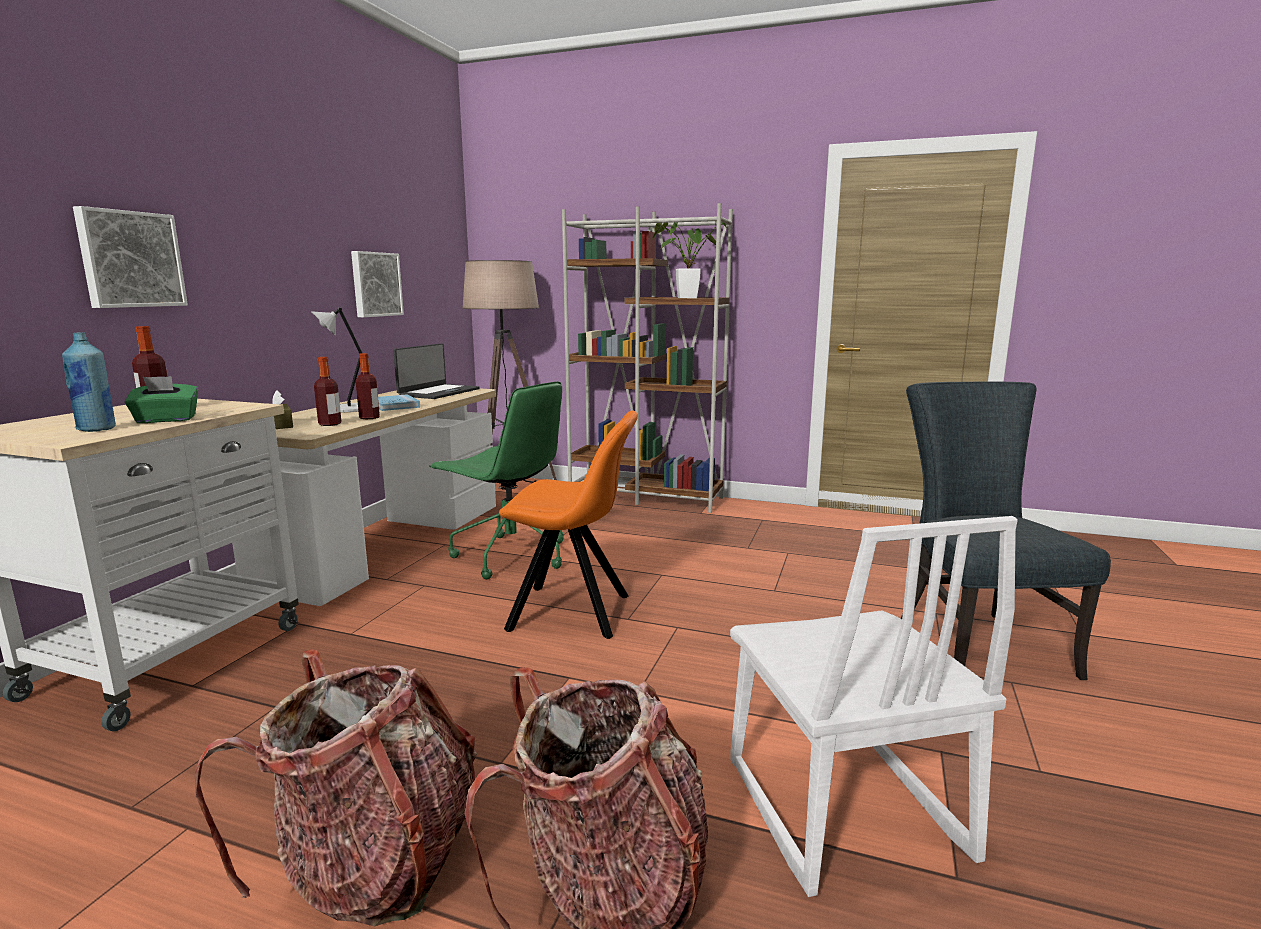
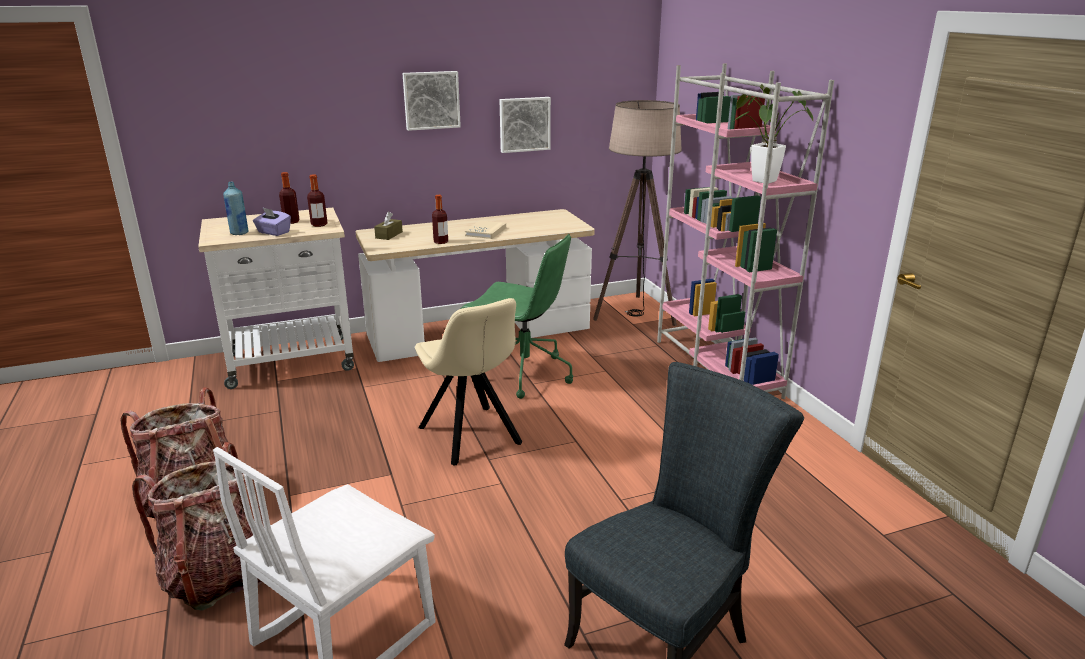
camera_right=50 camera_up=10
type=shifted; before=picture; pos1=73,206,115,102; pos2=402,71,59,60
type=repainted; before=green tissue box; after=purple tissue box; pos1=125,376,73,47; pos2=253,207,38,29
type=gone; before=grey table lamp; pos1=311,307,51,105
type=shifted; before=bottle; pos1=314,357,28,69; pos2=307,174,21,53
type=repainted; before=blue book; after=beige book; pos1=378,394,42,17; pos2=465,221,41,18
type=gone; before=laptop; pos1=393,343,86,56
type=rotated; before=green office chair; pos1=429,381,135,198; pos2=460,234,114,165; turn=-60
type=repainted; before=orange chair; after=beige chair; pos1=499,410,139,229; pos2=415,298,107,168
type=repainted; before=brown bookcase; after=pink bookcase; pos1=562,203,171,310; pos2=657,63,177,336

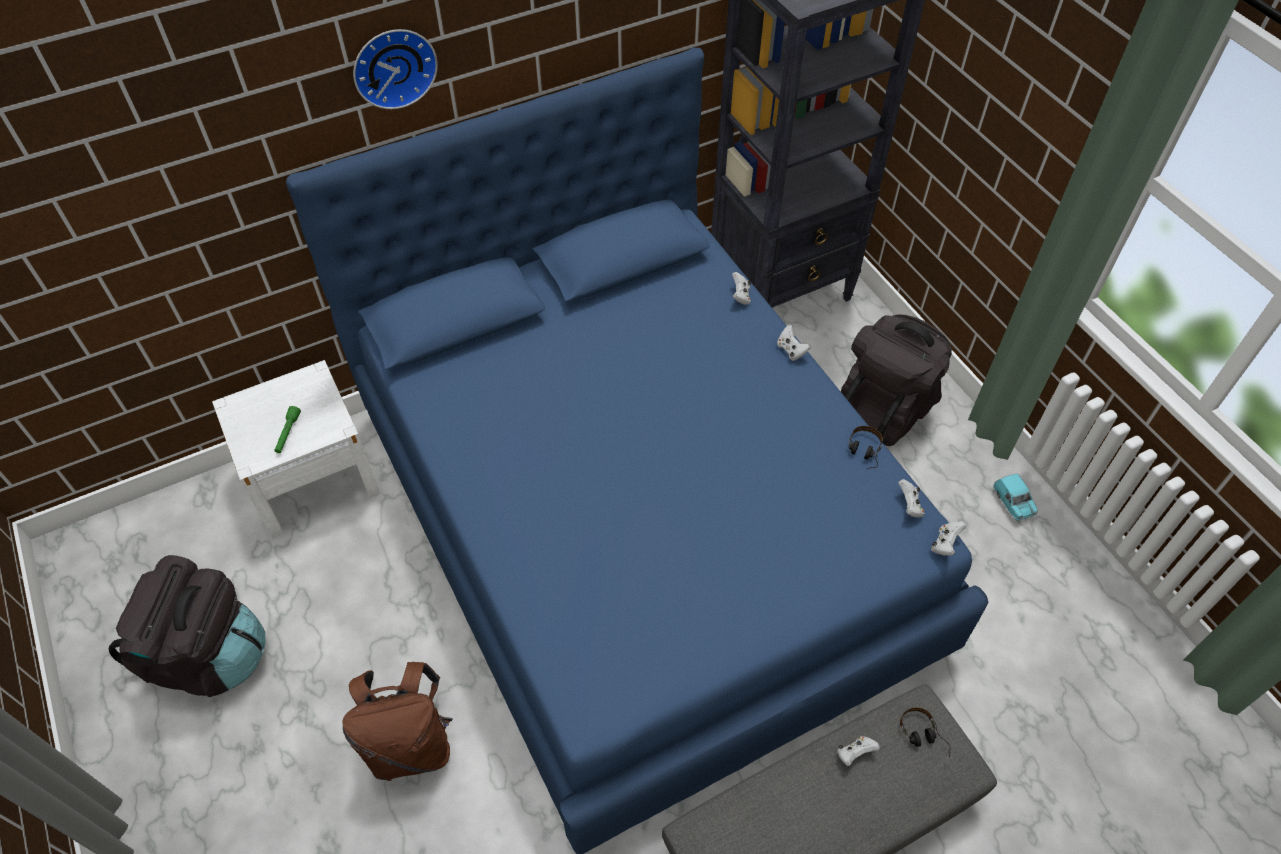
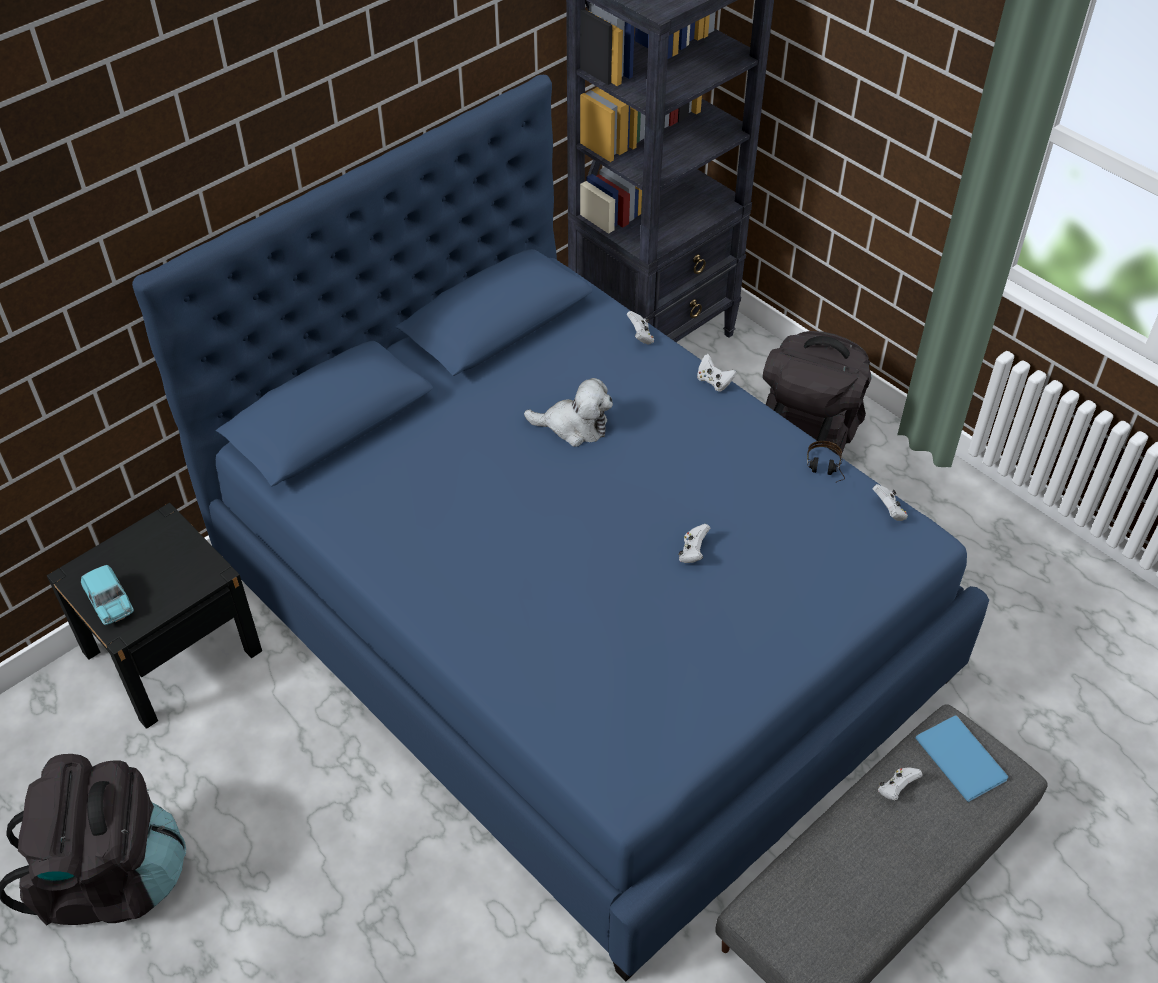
camera_right=-15 camera_up=-5
type=repainted; before=white nightstand; after=black nightstand; pos1=212,360,168,178; pos2=47,503,215,226
type=gone; before=green flashlight; pos1=274,406,27,47
type=gone; before=brown backpack; pos1=343,662,110,119
type=gone; before=wall clock; pos1=353,29,85,80
type=swapped; before=headphones; after=blue book; pos1=900,707,50,51; pos2=915,716,93,86
type=shifted; before=white game controller; pos1=931,522,36,33; pos2=679,524,31,39
type=shifted; before=turquoise toy car; pos1=993,474,45,47; pos2=81,565,53,60
type=new; after=plush toy; pos2=524,378,89,69

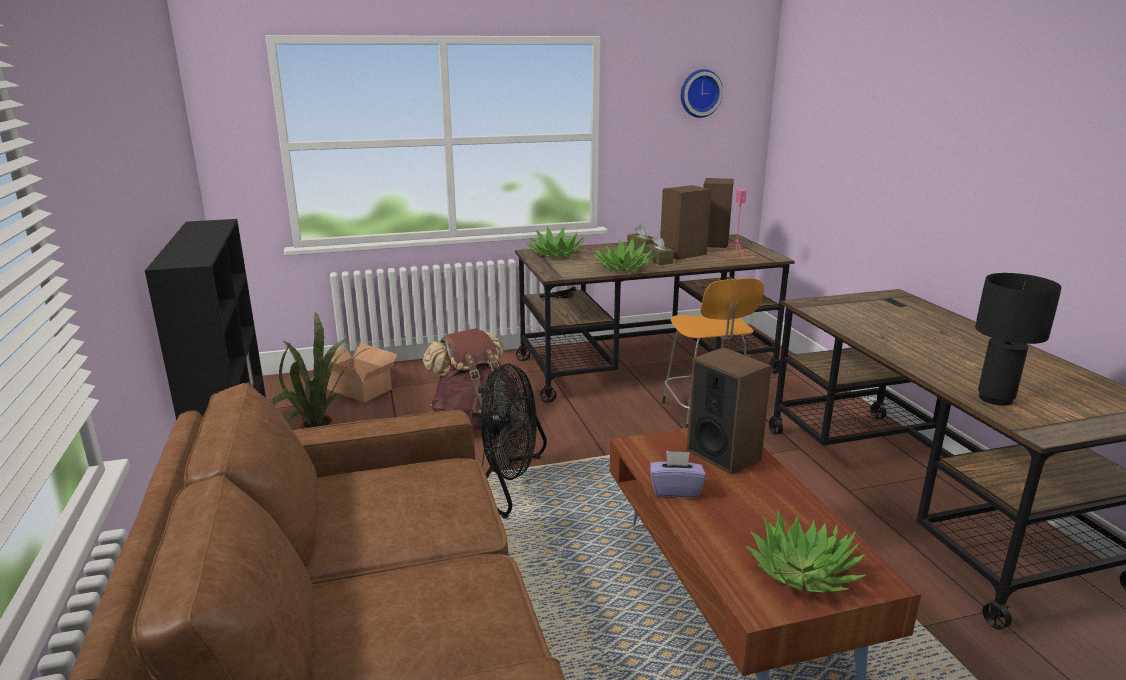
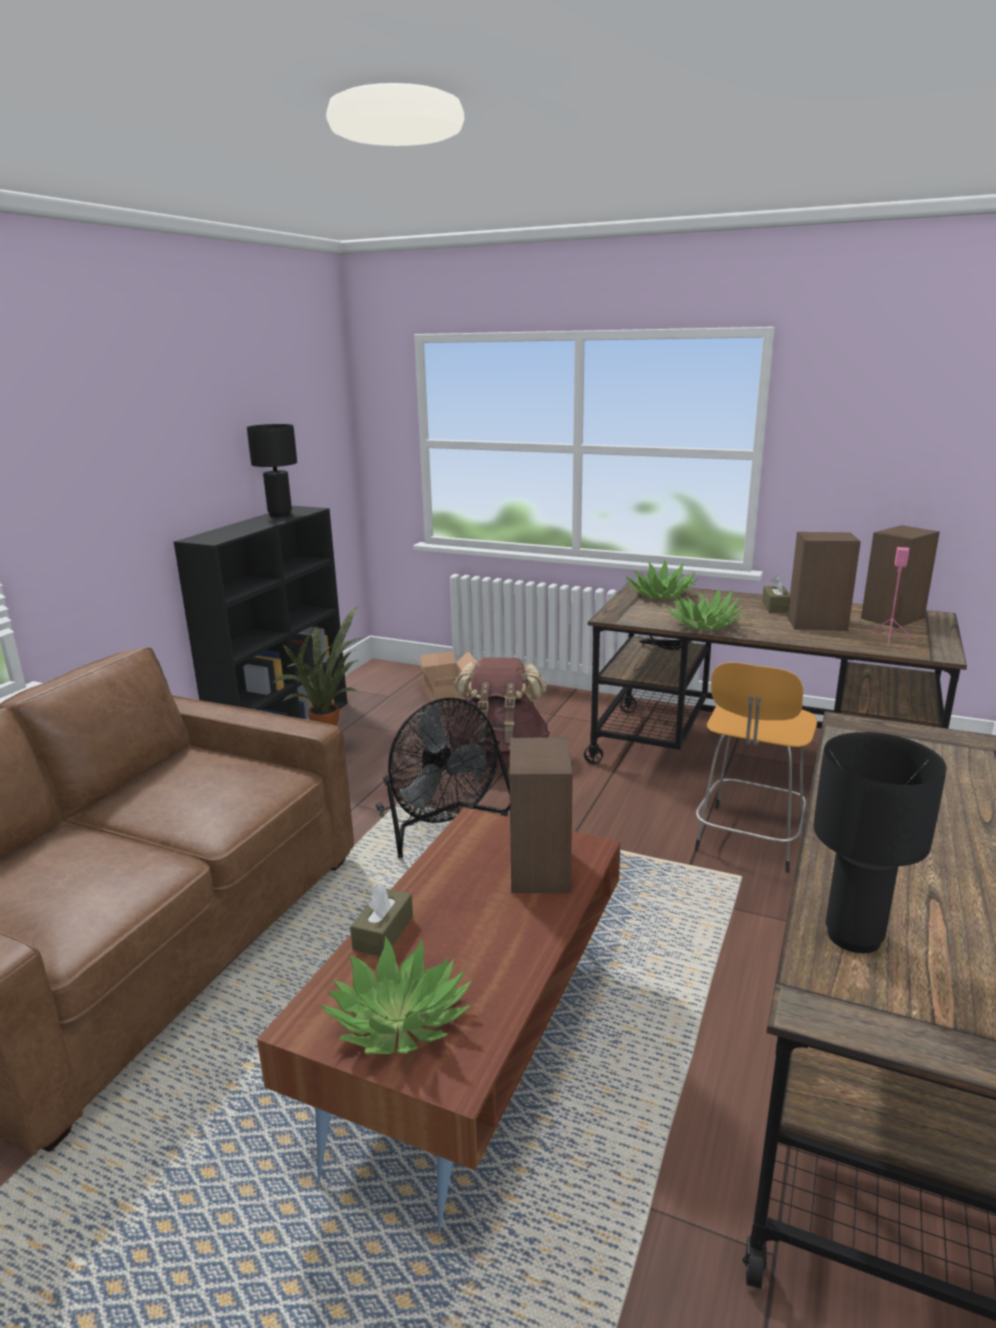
camera_right=40 camera_up=0
type=shifted; before=brown tissue box; pos1=645,235,29,30; pos2=350,884,63,73
type=gone; before=purple tissue box; pos1=650,451,56,47
type=gone; before=wall clock; pos1=681,69,42,49
type=new; after=black table lamp; pos2=247,424,50,93

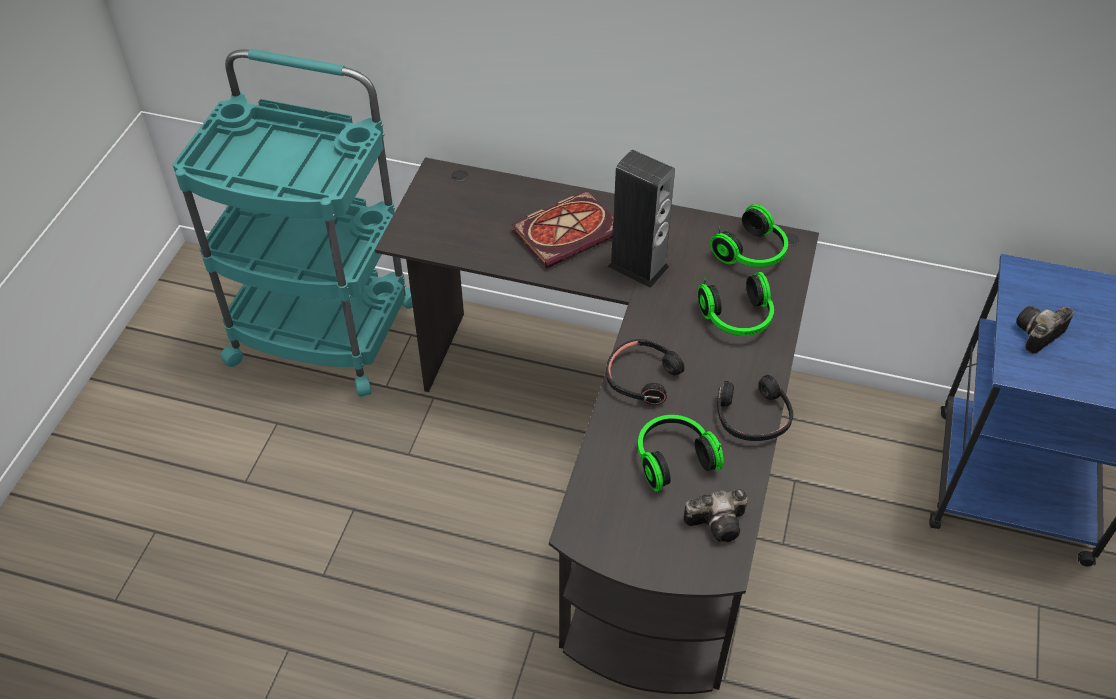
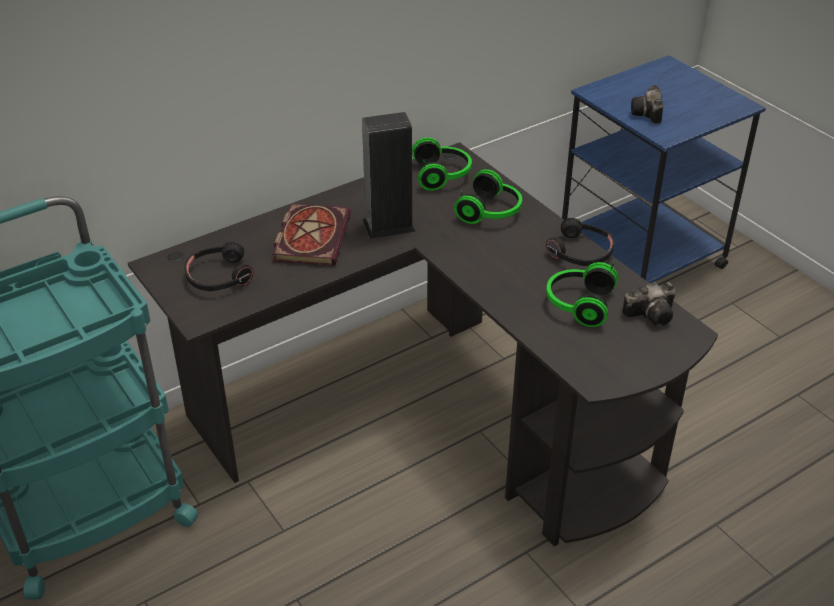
camera_right=-50 camera_up=-10
type=shifted; before=black headphones; pos1=606,339,79,66; pos2=184,242,70,49
type=rotated; before=photo camera; pos1=683,489,65,54; pos2=622,282,53,44; turn=45

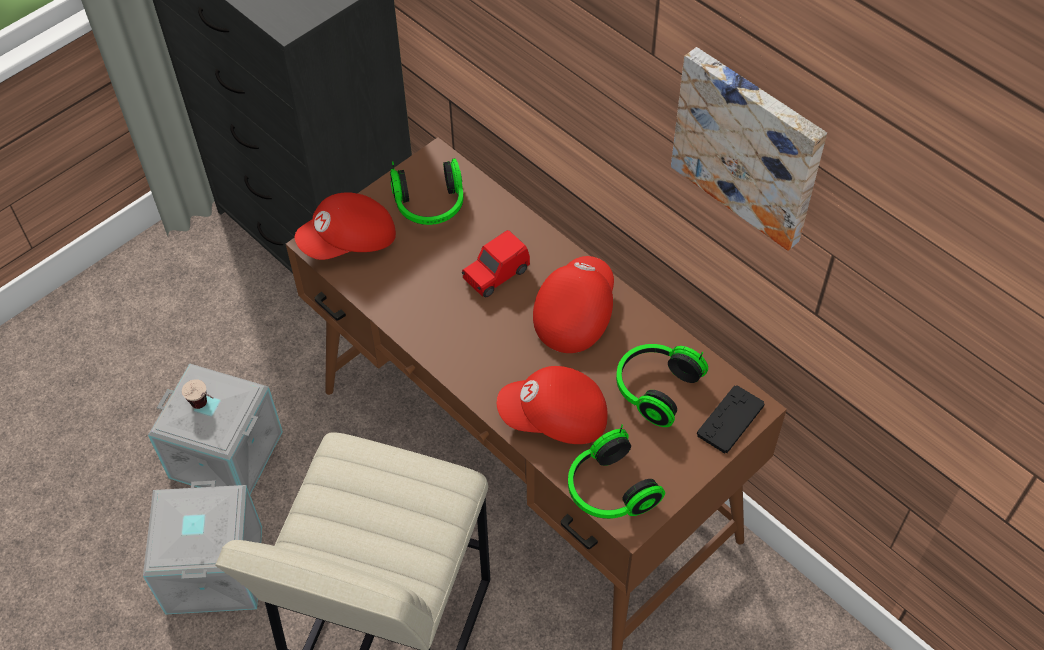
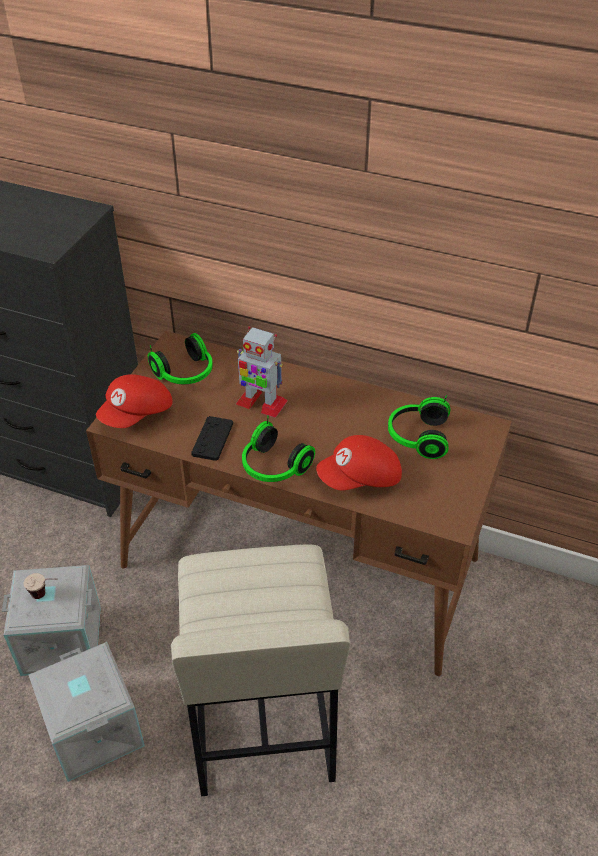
camera_right=-25 camera_up=-10
type=swapped; before=red toy car; after=toy robot; pos1=462,230,68,67; pos2=236,326,52,92
type=gone; before=red cap; pos1=533,256,81,97
type=shifted; before=headphones; pos1=568,424,97,95; pos2=242,415,73,67
type=gone; before=picture; pos1=671,47,156,204
type=shifted; before=black game controller; pos1=697,385,67,69; pos2=191,416,42,45

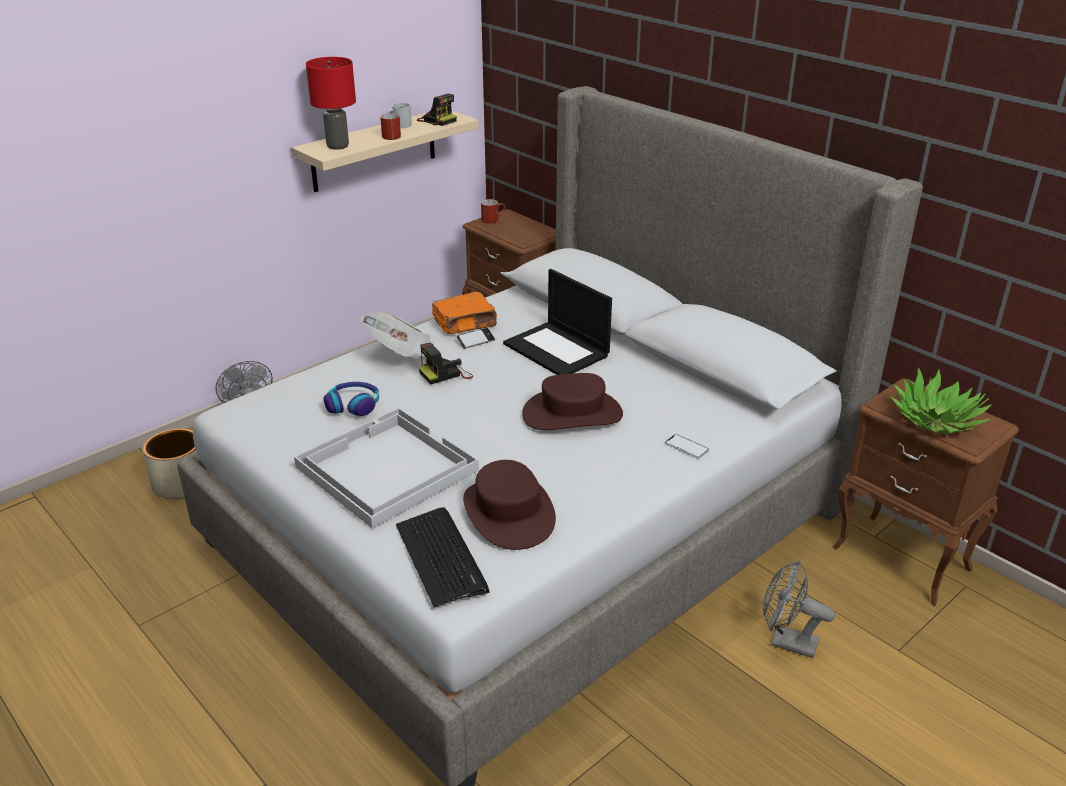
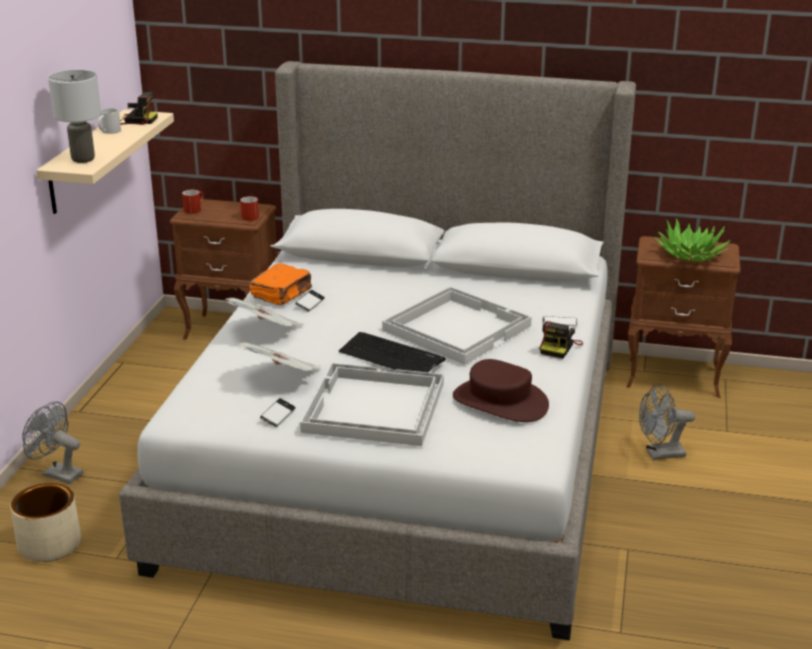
camera_right=-35 camera_up=-5
type=repainted; before=red table lamp; after=white table lamp; pos1=306,57,50,93; pos2=48,69,53,94
type=swapped; before=headphones; after=newspaper; pos1=324,382,55,34; pos2=238,342,84,30
type=shifted; before=red mug; pos1=380,113,21,27; pos2=240,196,19,25
type=shifted; before=keyboard; pos1=396,507,94,101; pos2=339,332,107,40
type=shifted; before=photo camera; pos1=419,343,54,42; pos2=539,321,44,38
type=gone; before=laptop; pos1=503,269,109,106
type=swapped; before=brown hat; after=white tray; pos1=522,373,101,57; pos2=382,287,150,78
type=new; after=phone; pos2=260,398,36,29

